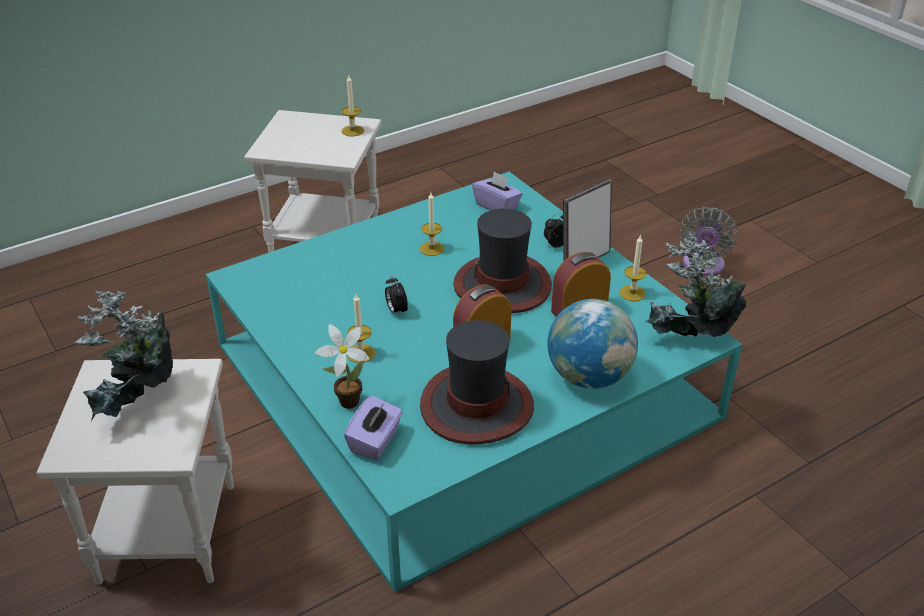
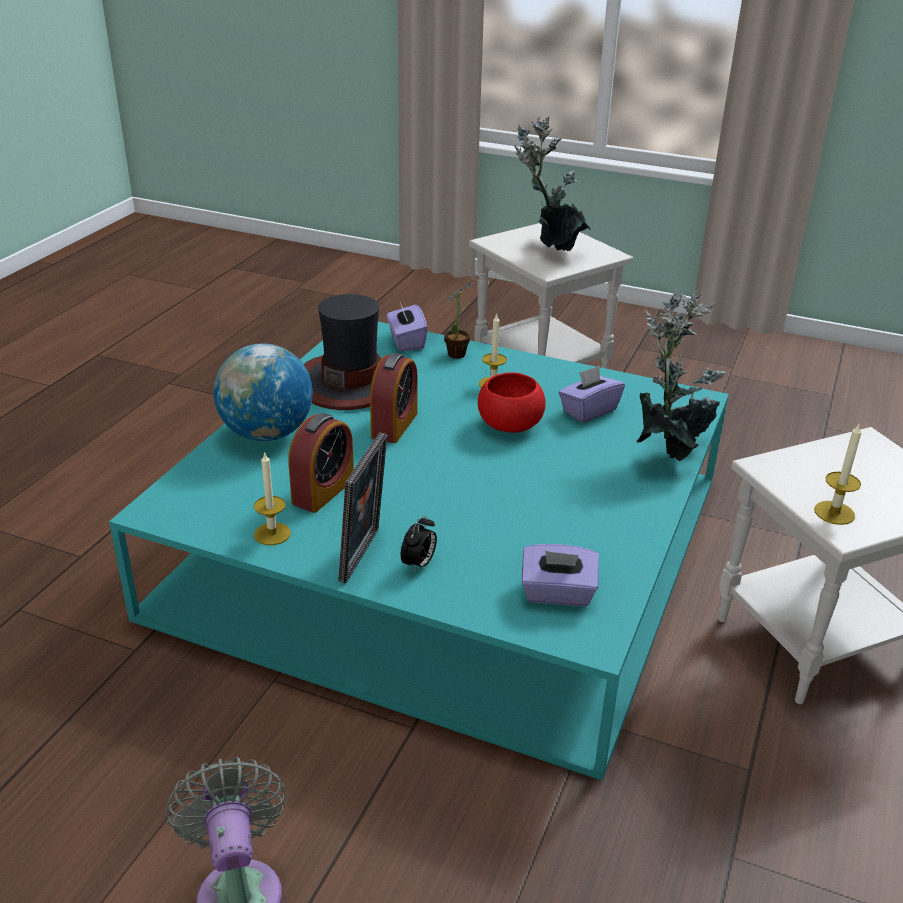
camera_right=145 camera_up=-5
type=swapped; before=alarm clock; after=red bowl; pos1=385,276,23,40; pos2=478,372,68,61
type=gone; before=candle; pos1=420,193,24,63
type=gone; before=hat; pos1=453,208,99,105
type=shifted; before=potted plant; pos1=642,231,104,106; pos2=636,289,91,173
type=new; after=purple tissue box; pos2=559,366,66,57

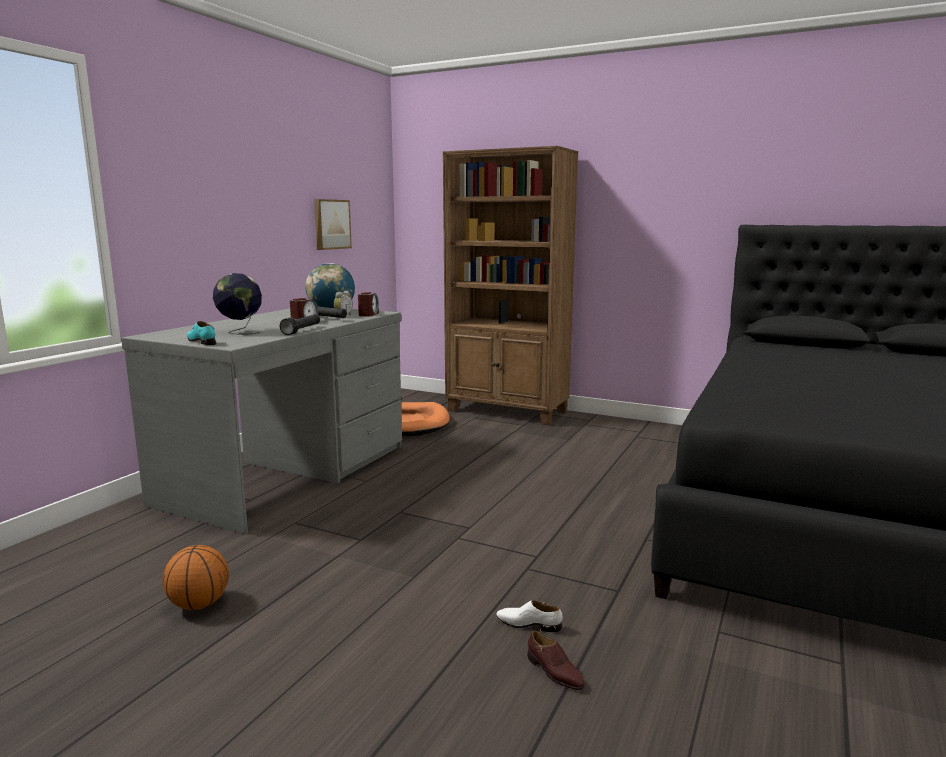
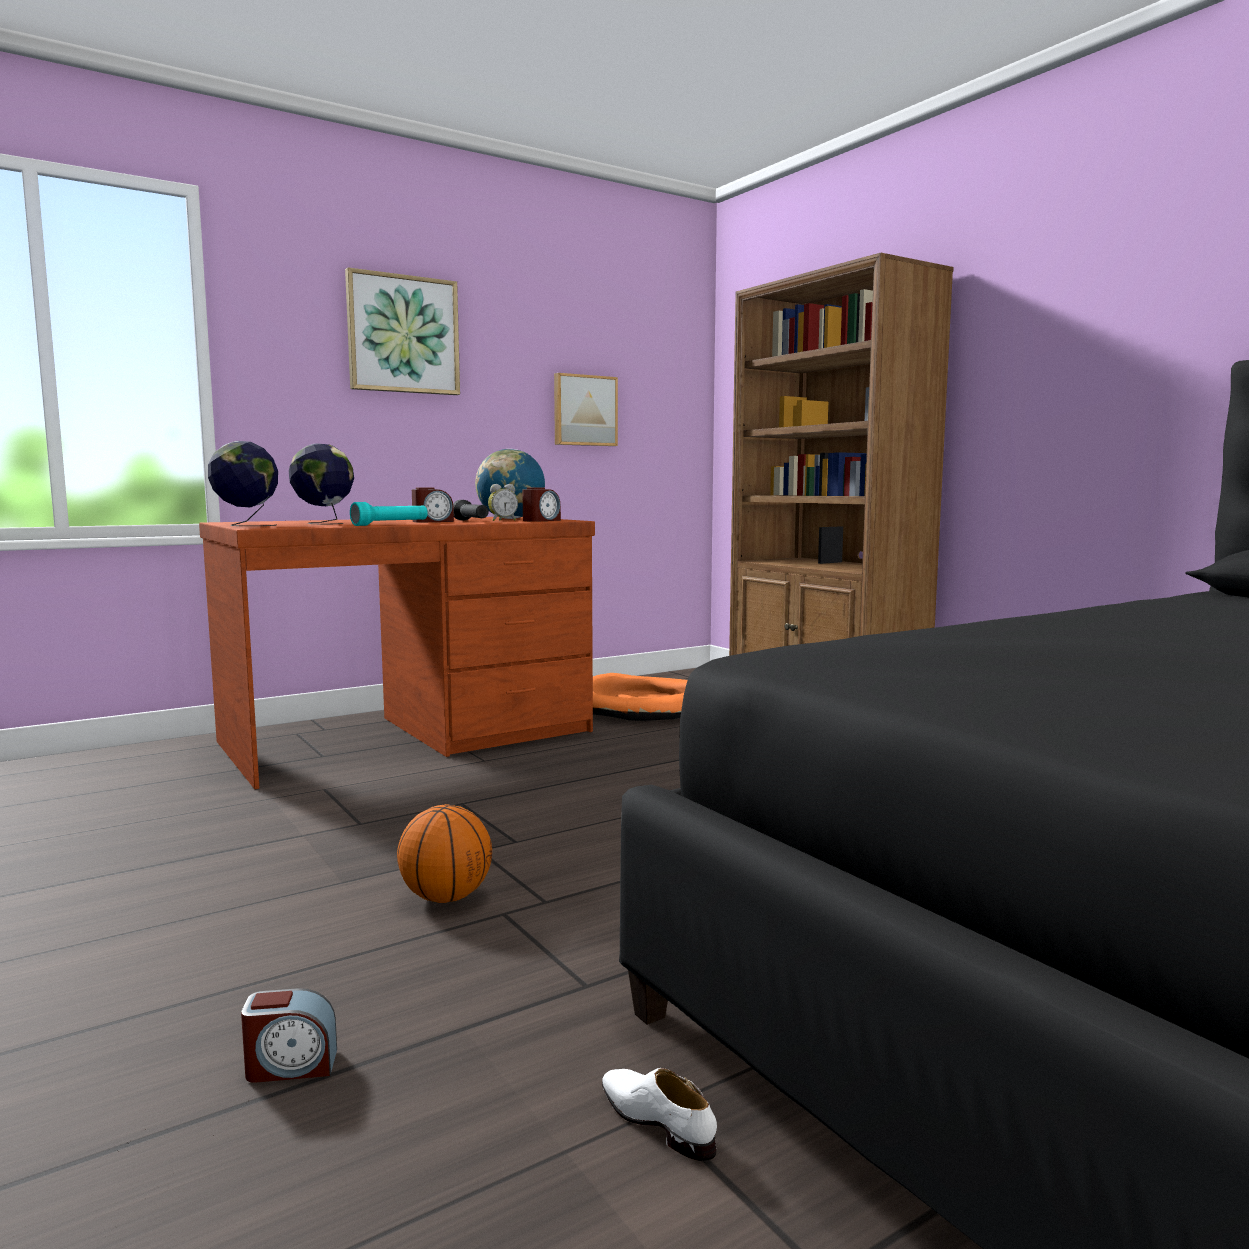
camera_right=30 camera_up=-5
type=repainted; before=grey desk; after=brown desk; pos1=121,309,281,225; pos2=199,517,396,272
type=shifted; before=basketball; pos1=162,545,67,65; pos2=397,804,95,99
type=swapped; before=turquoise shoe; after=globe; pos1=187,321,29,24; pos2=208,441,70,85
type=repainted; before=black flashlight; after=turquoise flashlight; pos1=280,314,40,21; pos2=350,502,78,24
type=shifted; before=white shoe; pos1=496,600,67,32; pos2=602,1068,115,93
type=swapped; before=brown shoe; after=alarm clock; pos1=527,631,58,59; pos2=241,988,96,95
type=new; after=picture; pos2=345,267,115,128

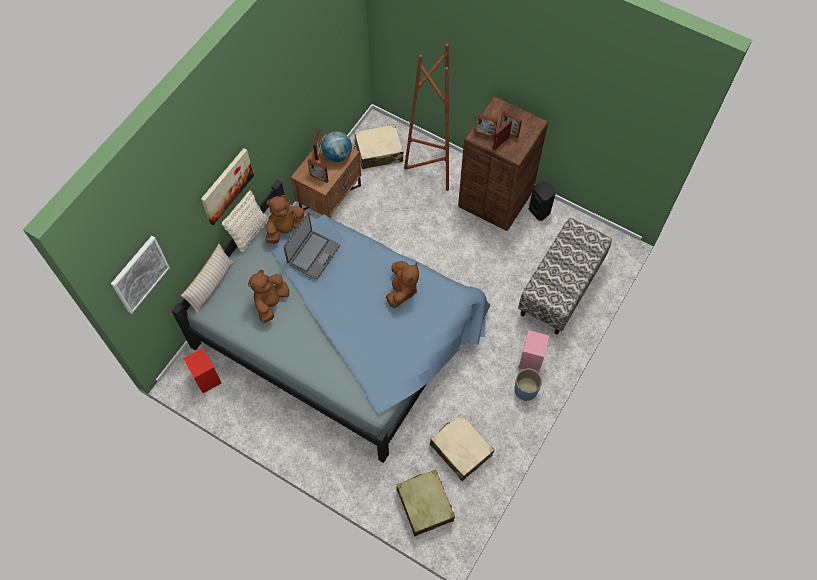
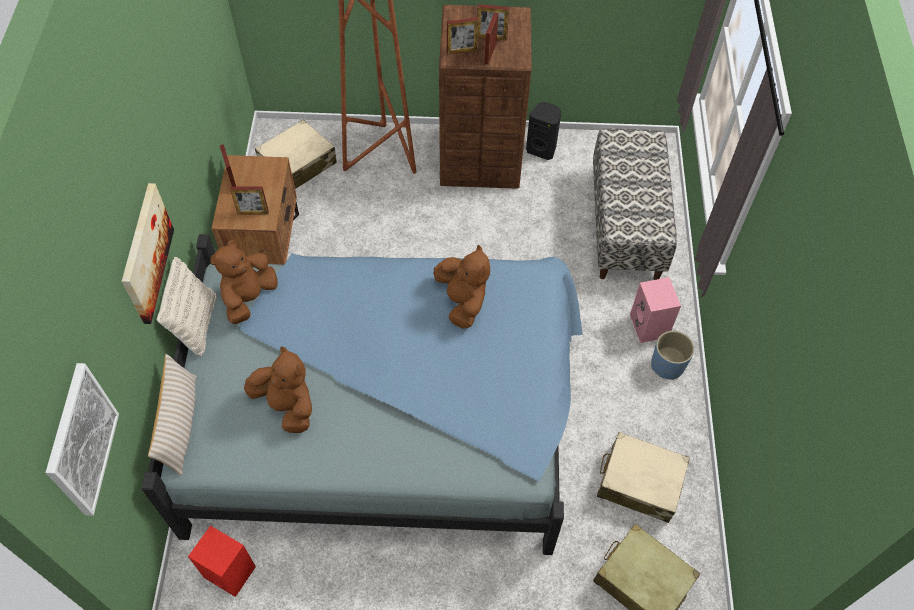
camera_right=-30 camera_up=-5
type=rotated; before=brown plush toy; pos1=248,270,41,53; pos2=244,346,68,87; turn=135
type=gone; before=laptop; pos1=283,213,57,66
type=gone; before=globe; pos1=322,131,30,31

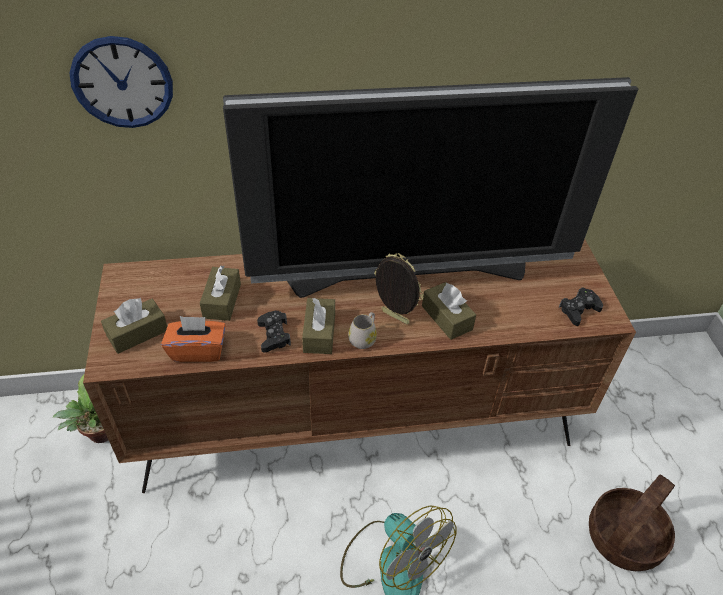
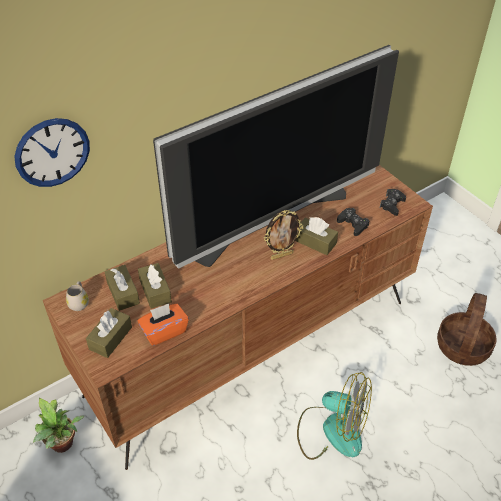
camera_right=-25 camera_up=0
type=shifted; before=black game controller; pos1=257,311,34,42; pos2=337,208,32,28
type=shifted; before=brown tissue box; pos1=302,298,33,56; pos2=105,265,35,46
type=shifted; before=white mug; pos1=348,312,29,37; pos2=66,281,23,30
type=rotated; before=picture frame; pos1=374,253,50,71; pos2=264,210,39,50; turn=150

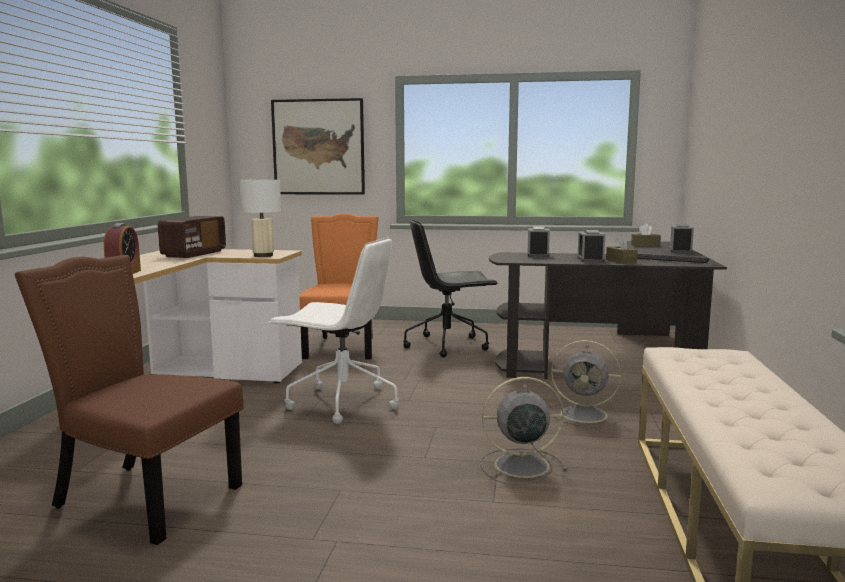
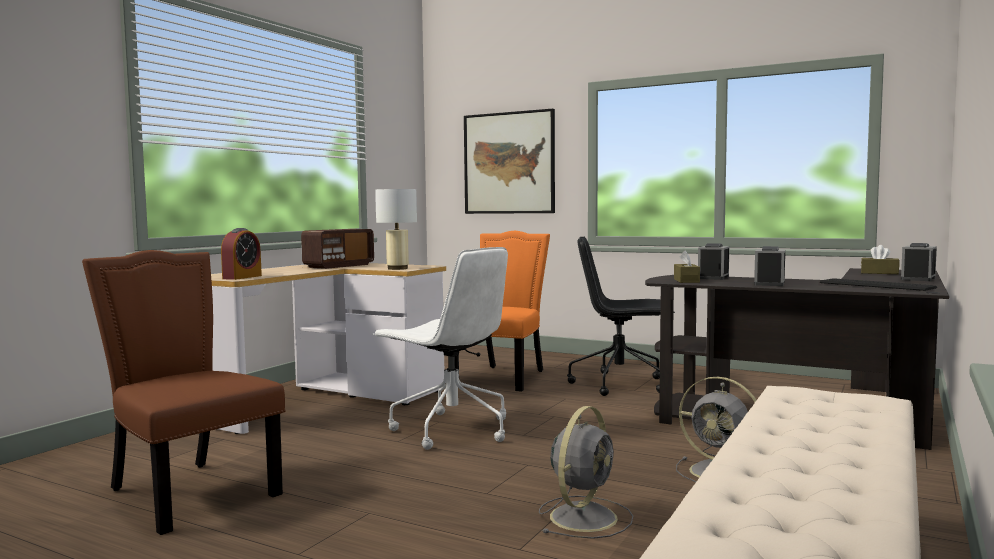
camera_right=20 camera_up=-5
type=rotated; before=grey fan; pos1=480,377,88,108; pos2=539,406,94,133; turn=105
type=shifted; before=brown tissue box; pos1=606,235,32,29; pos2=674,250,26,33

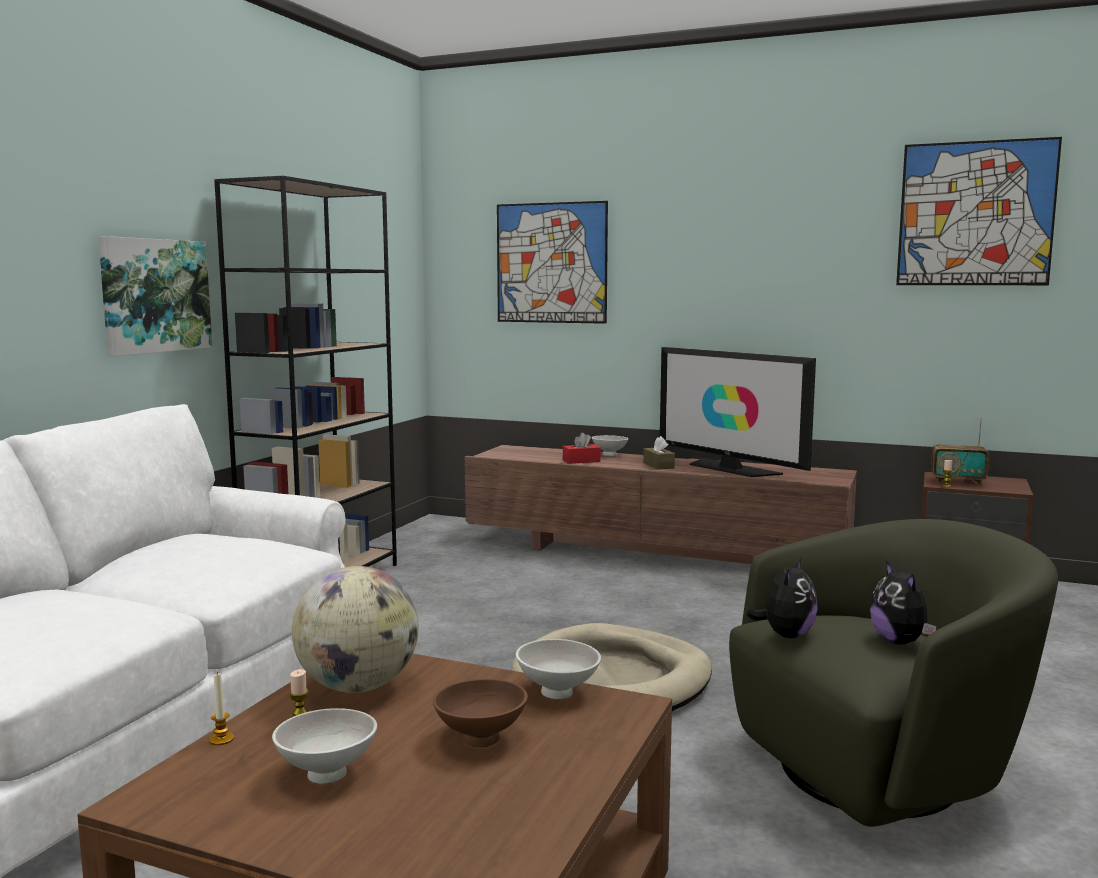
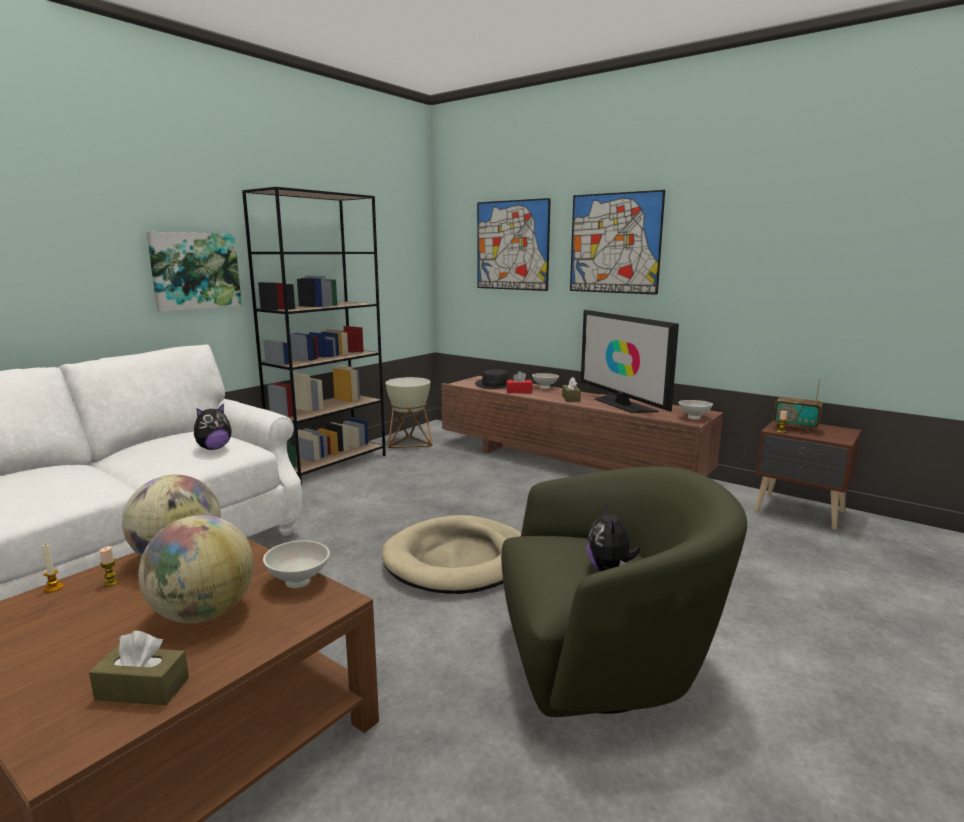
camera_right=15 camera_up=5
type=shifted; before=white bowl; pos1=272,708,105,76; pos2=678,400,35,19
type=swapped; before=brown bowl; after=globe; pos1=433,679,95,68; pos2=138,515,116,108
type=shifted; before=plush toy; pos1=746,557,72,81; pos2=194,403,38,47
type=shifted; before=picture; pos1=896,137,166,148; pos2=570,190,95,105
type=new; after=brown tissue box; pos2=89,631,100,74
type=new; after=planter; pos2=385,377,48,71
type=new; after=black hat; pos2=475,369,38,20

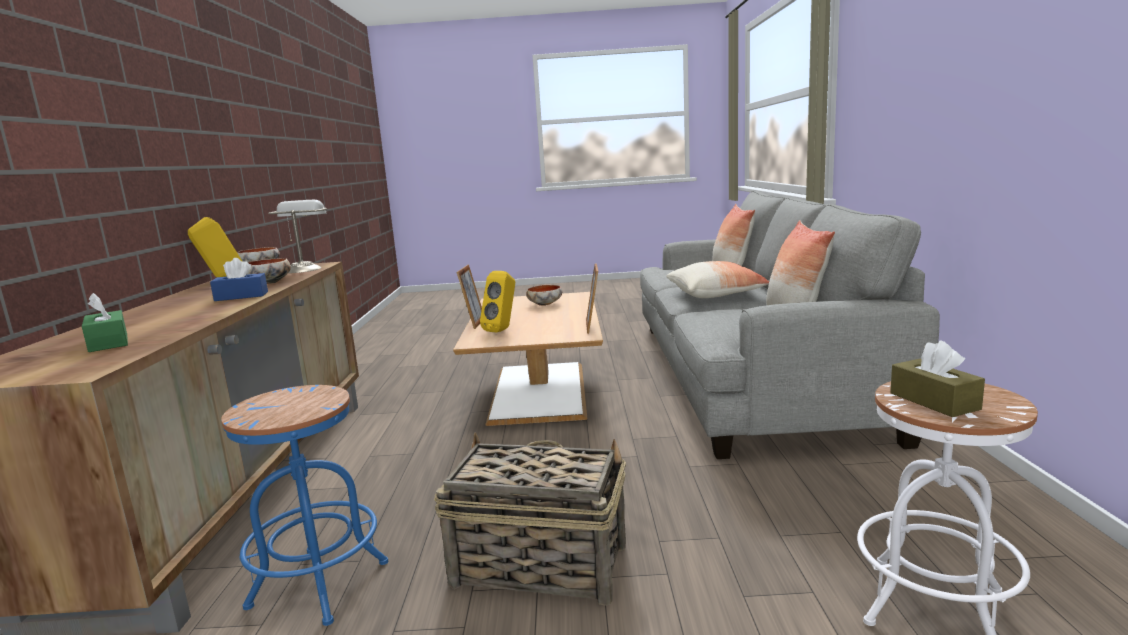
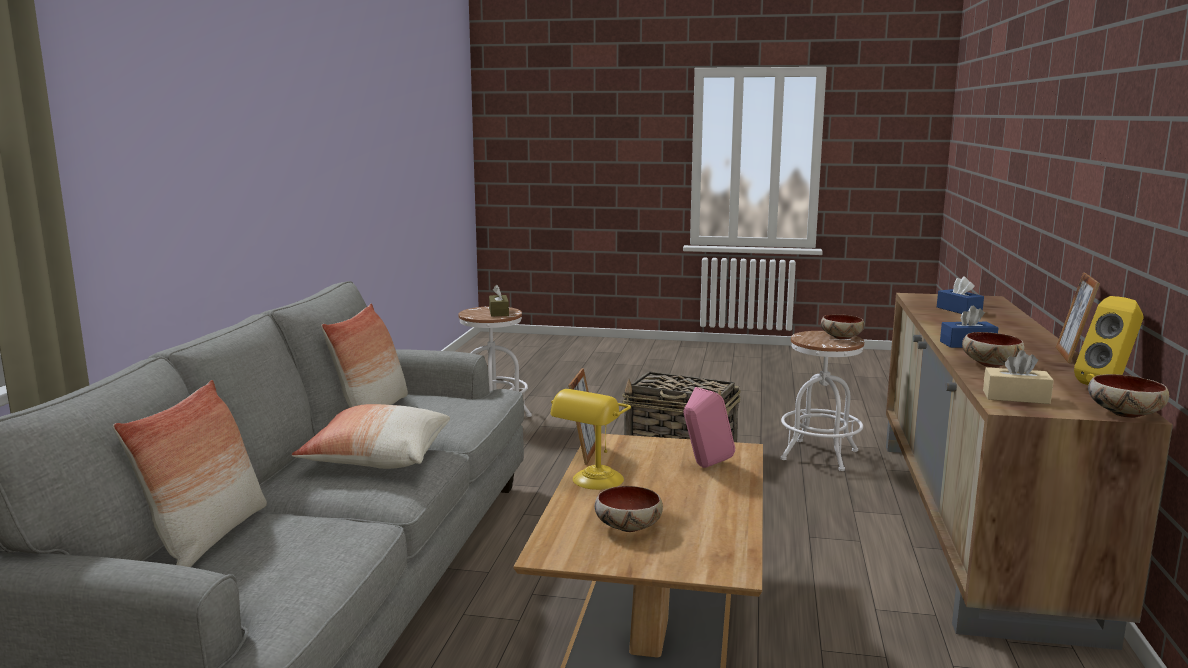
camera_right=-170 camera_up=0
type=repainted; before=green tissue box; after=blue tissue box; pos1=82,293,46,59; pos2=937,276,47,38
type=repainted; before=blue stool; after=white stool; pos1=221,385,168,241; pos2=781,331,83,140
type=swapped; before=white table lamp; after=beige tissue box; pos1=268,200,59,73; pos2=983,350,71,54
type=shifted; before=picture frame; pos1=457,265,25,64; pos2=1056,272,44,91
type=repainted; before=yellow speaker; after=pink speaker; pos1=480,271,35,61; pos2=683,387,52,81
type=new; after=yellow table lamp; pos2=550,389,81,101
type=new; after=bowl; pos2=821,314,44,26

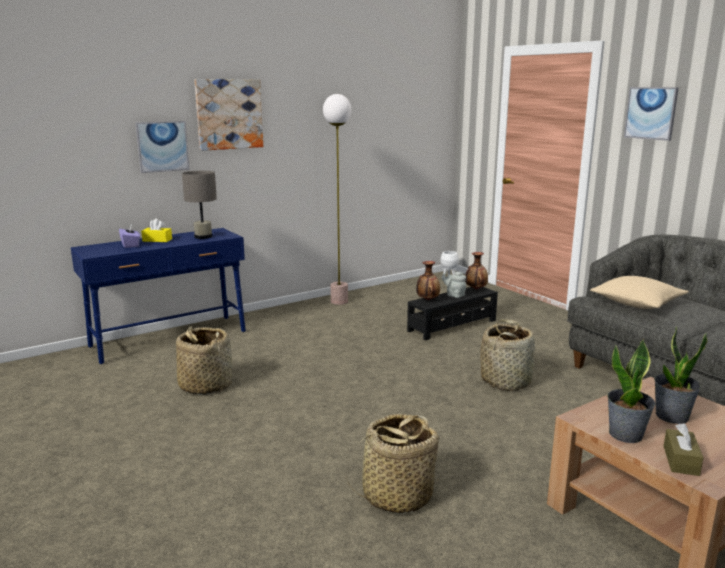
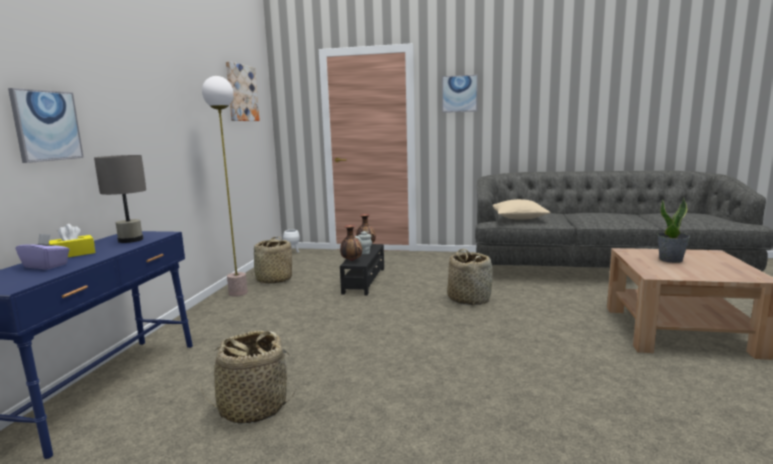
camera_right=-45 camera_up=-5
type=shifted; before=picture; pos1=194,79,69,72; pos2=226,61,34,60
type=shifted; before=basket; pos1=345,414,97,100; pos2=251,237,41,47
type=gone; before=potted plant; pos1=607,339,49,104
type=gone; before=brown tissue box; pos1=664,423,40,53

